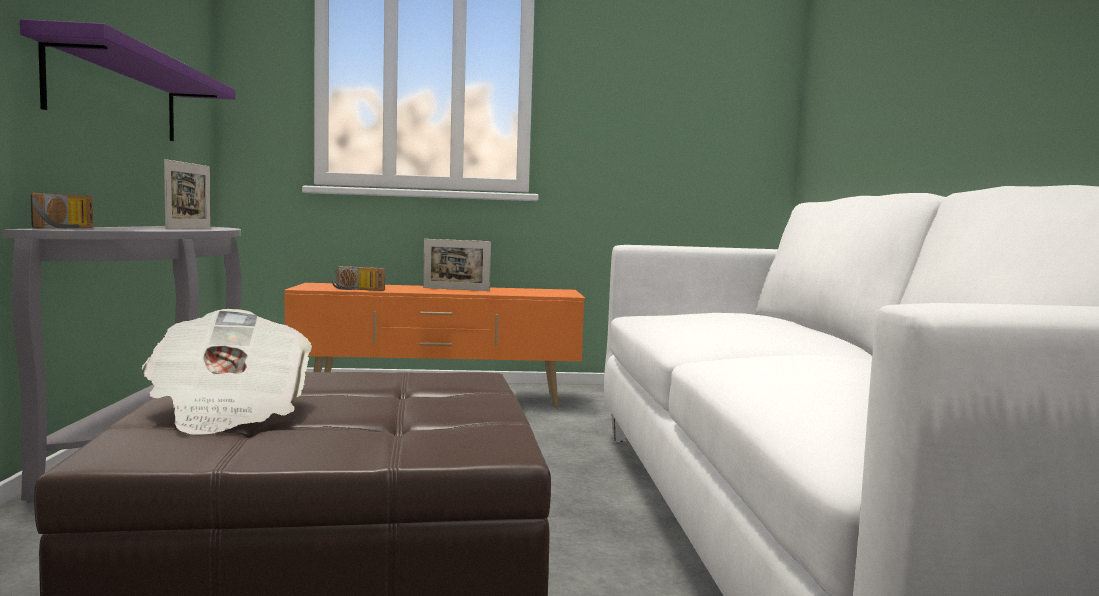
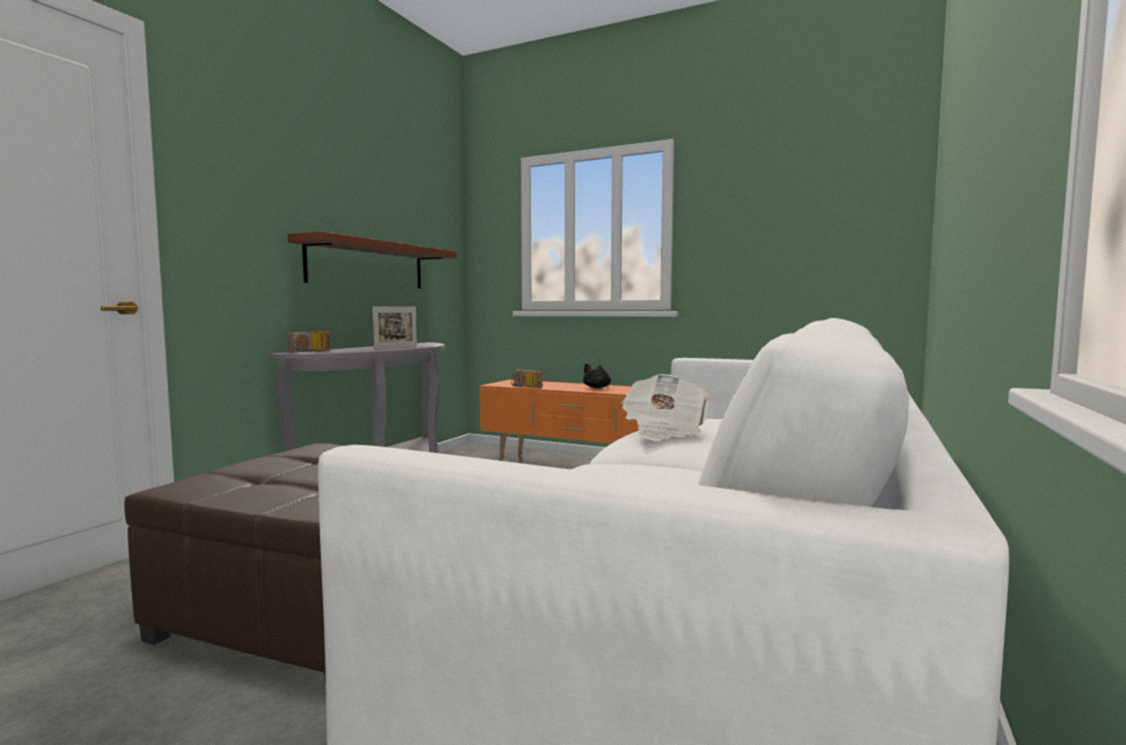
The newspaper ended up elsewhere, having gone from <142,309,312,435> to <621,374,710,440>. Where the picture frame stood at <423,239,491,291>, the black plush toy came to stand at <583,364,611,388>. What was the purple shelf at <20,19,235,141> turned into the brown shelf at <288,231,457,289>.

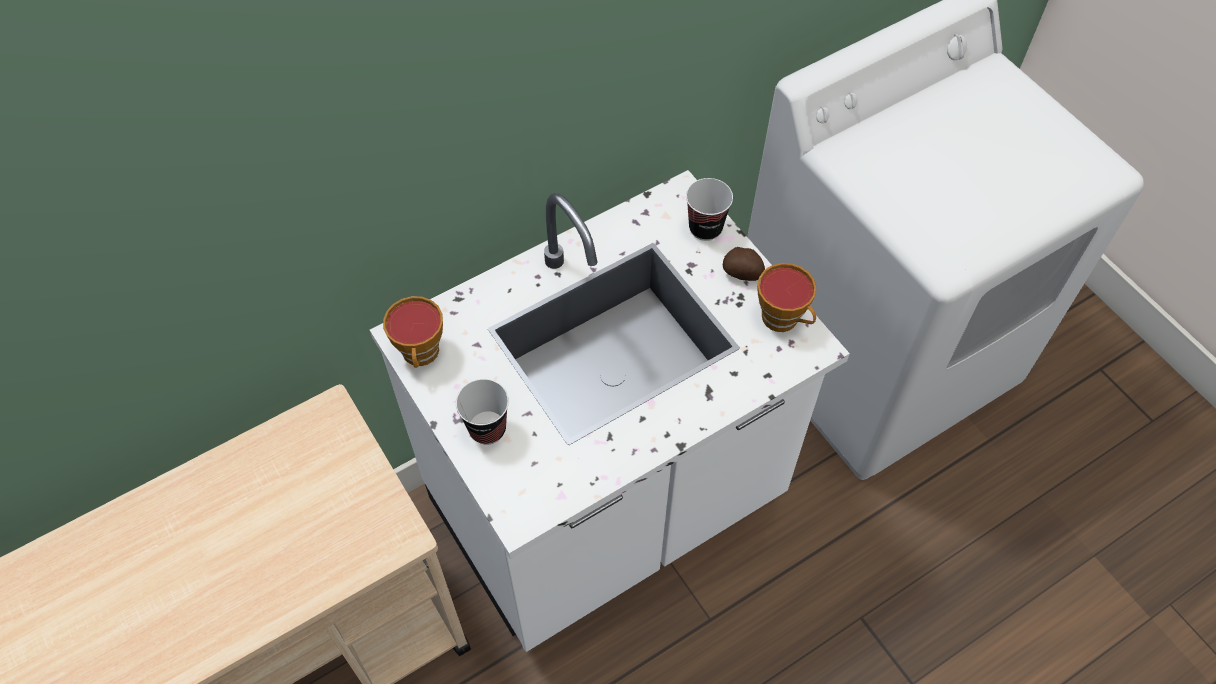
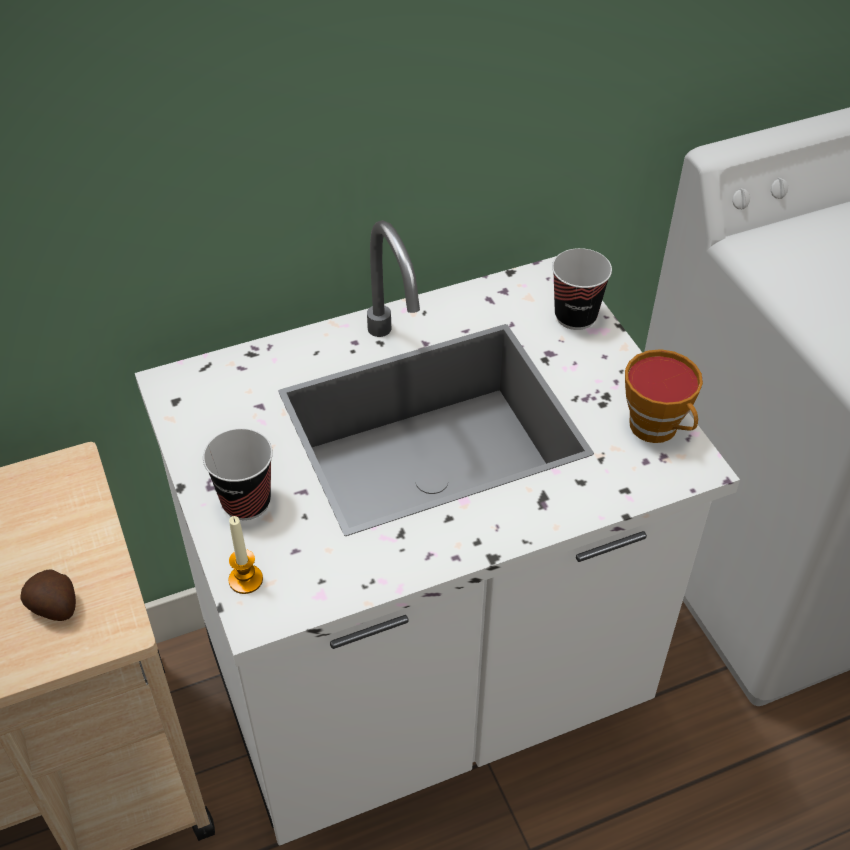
The second view lost the cup at <383,296,443,368>. The second view gained the candle at <229,516,263,594>. The potato ended up elsewhere, having gone from <723,247,765,281> to <21,569,76,621>.

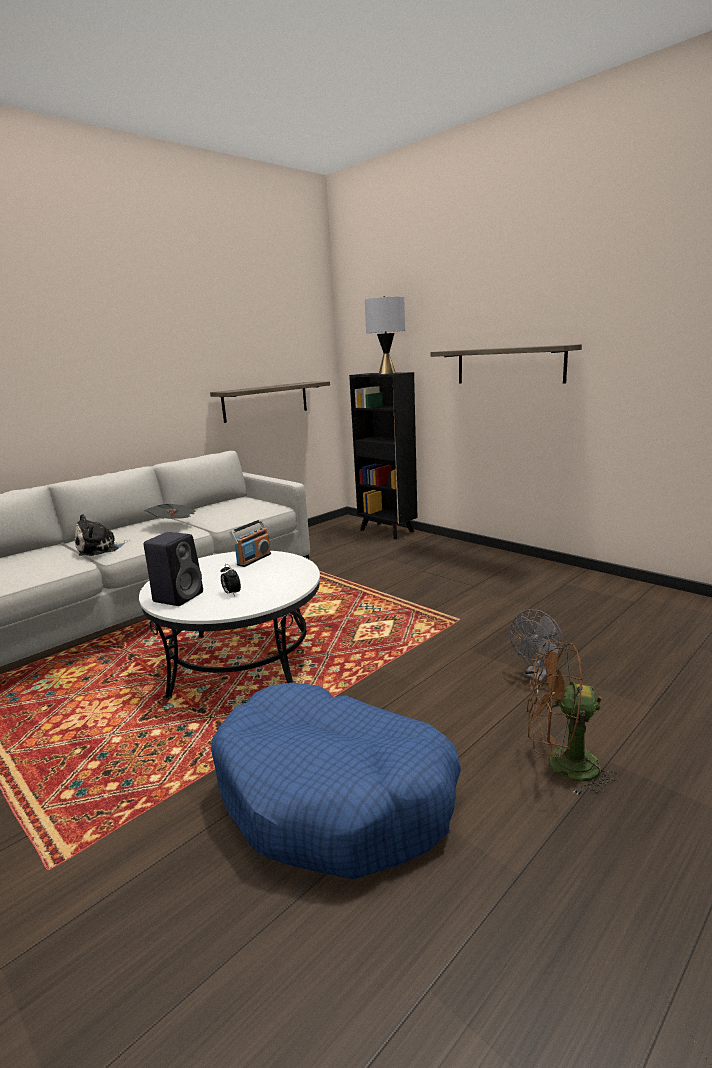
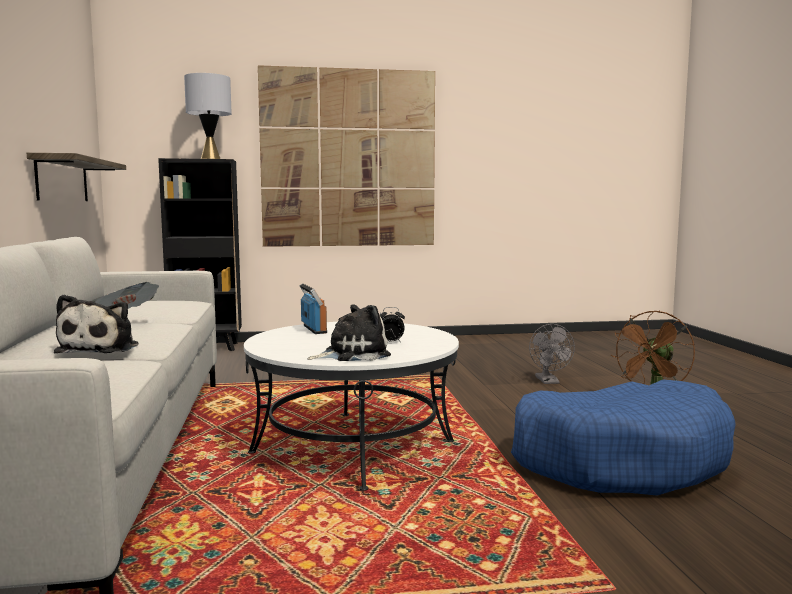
Where the black speaker stood at <143,532,203,606>, the plush toy came to stand at <307,304,391,361>. Where the shelf hung at <430,344,582,384>, the picture came to hang at <258,65,435,247>.

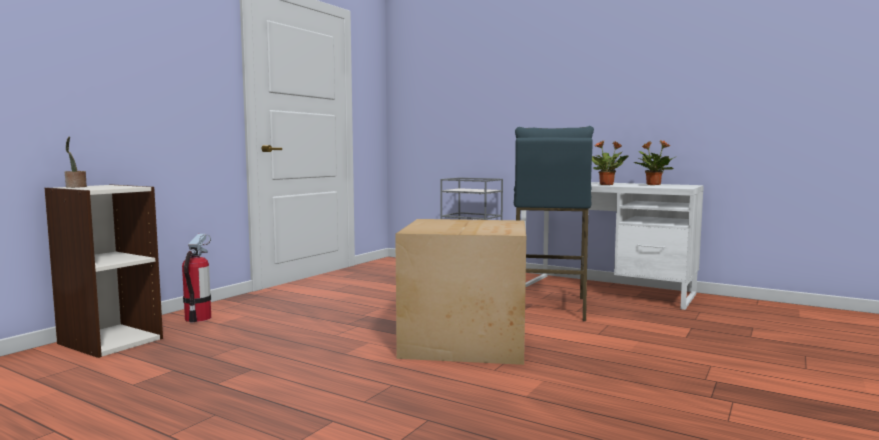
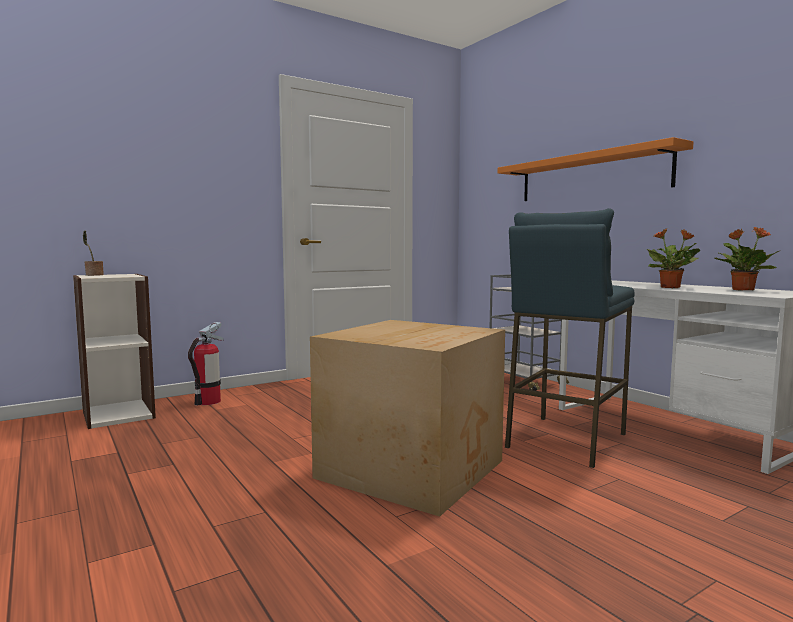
The second view gained the orange shelf at <498,137,694,201>.

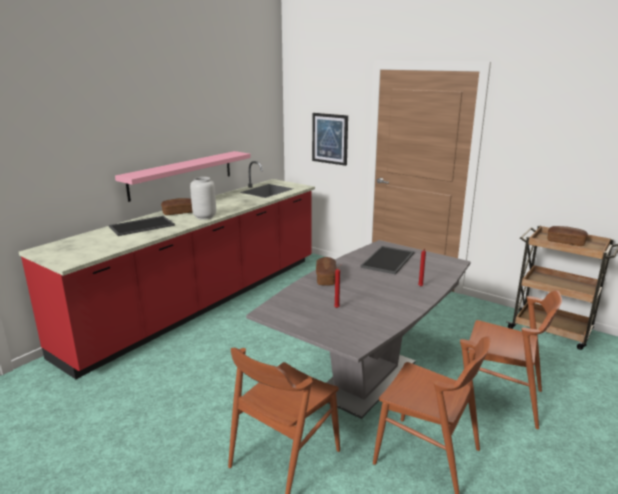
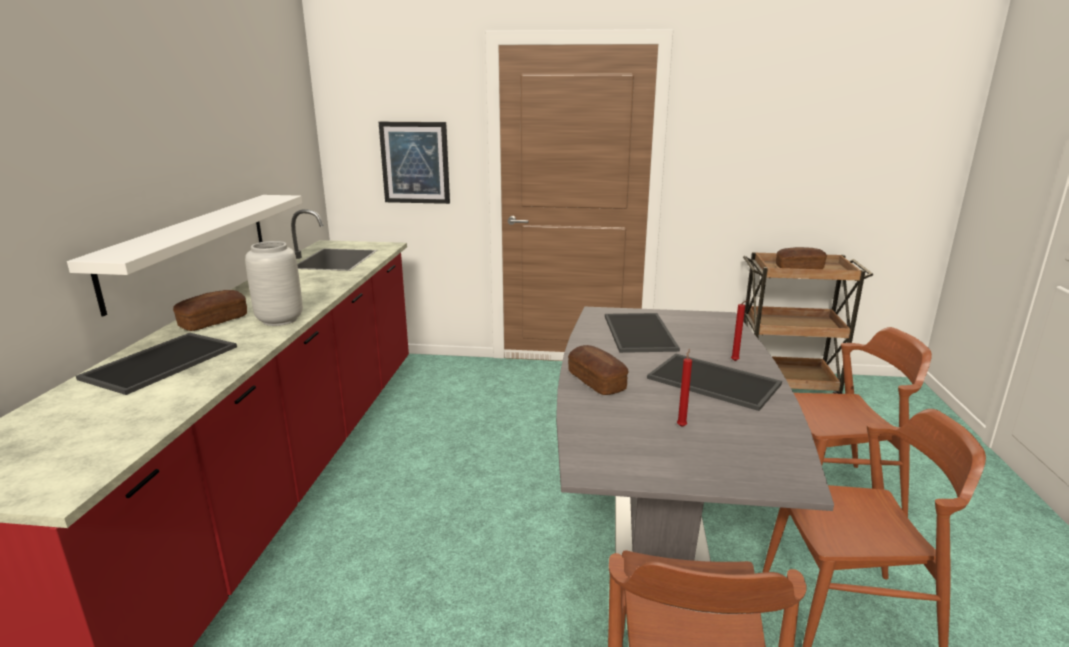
The second view gained the tray at <647,354,782,411>. What was the pink shelf at <115,151,251,202> turned into the white shelf at <67,195,302,316>.

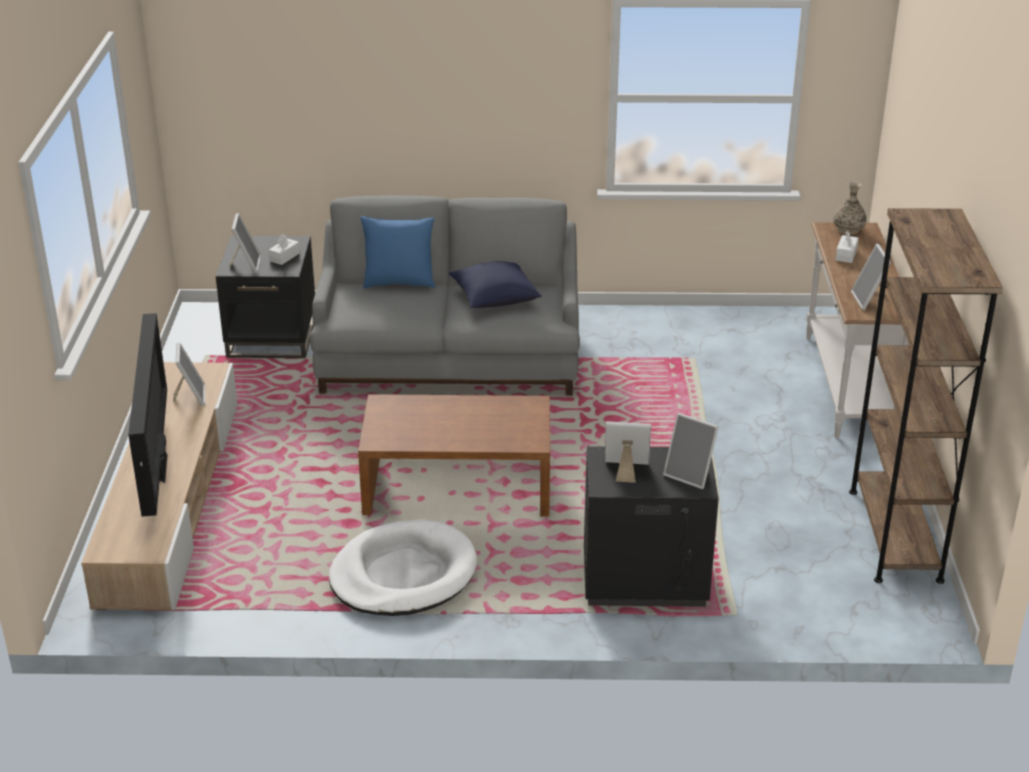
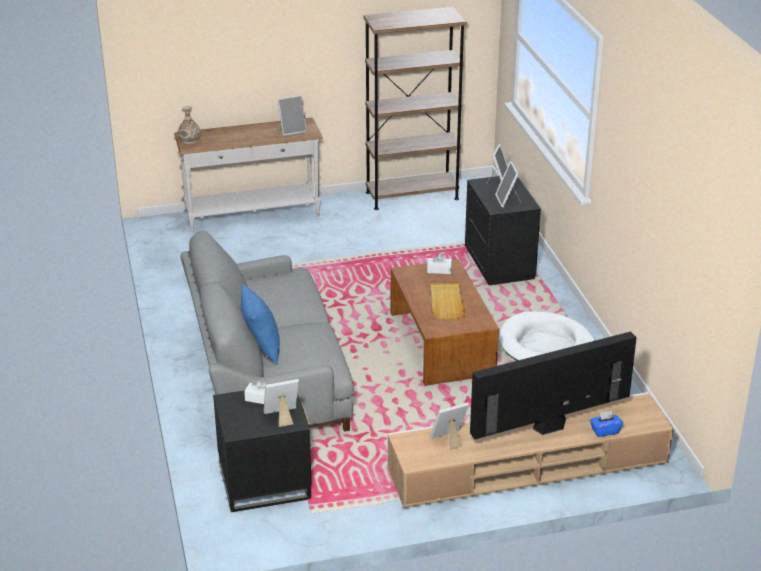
The second view lost the blue pillow at <449,261,542,308>. The second view gained the beige tray at <430,282,466,319>. The second view gained the blue tissue box at <590,411,623,437>. The white tissue box ended up elsewhere, having gone from <835,231,859,263> to <427,253,452,274>.

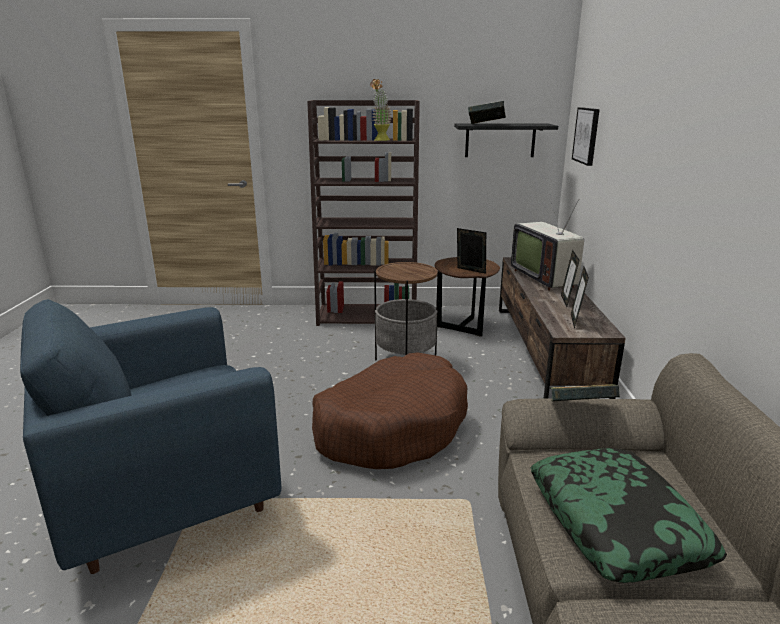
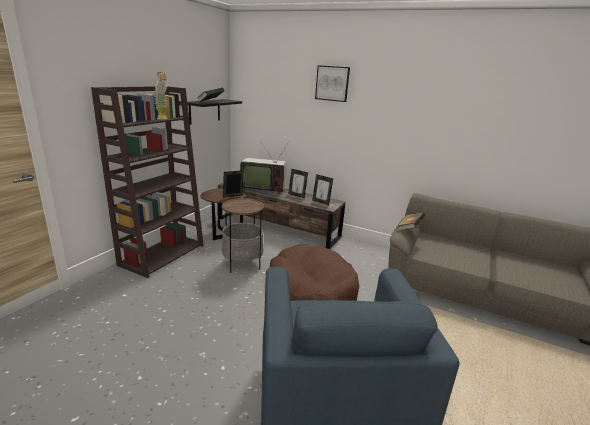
The second view lost the pillow at <530,448,727,583>. The picture ended up elsewhere, having gone from <572,107,600,166> to <315,65,350,102>.

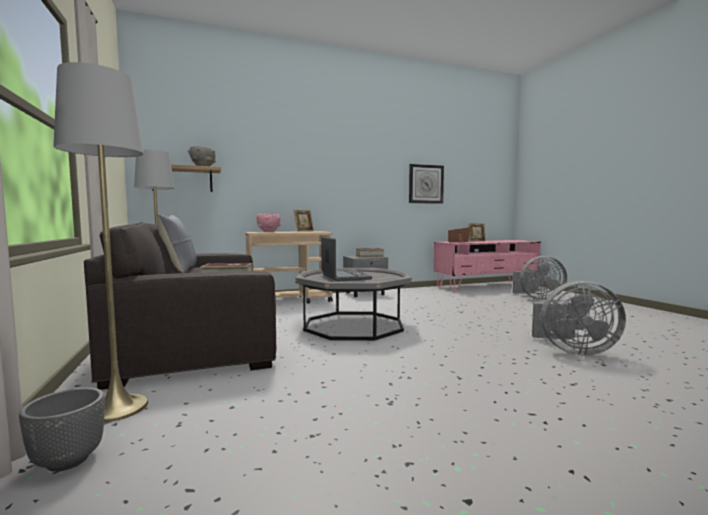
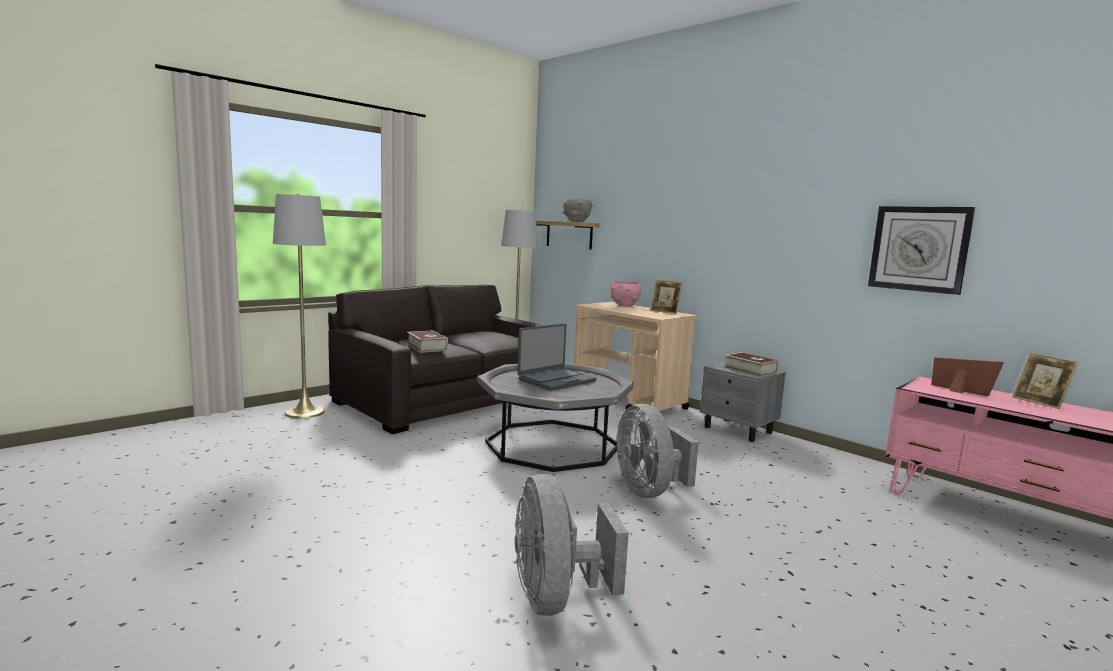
The second view lost the grey planter at <19,387,105,472>. The second view lost the grey pillow at <157,214,197,273>. The grey fan ended up elsewhere, having gone from <513,256,567,300> to <617,404,699,498>.

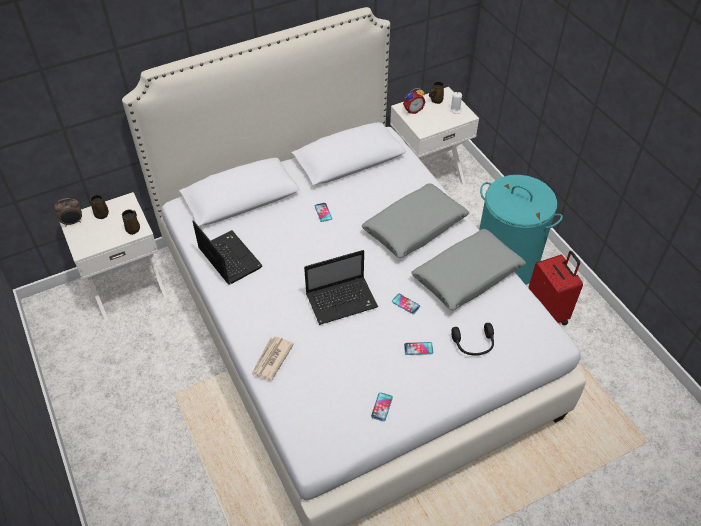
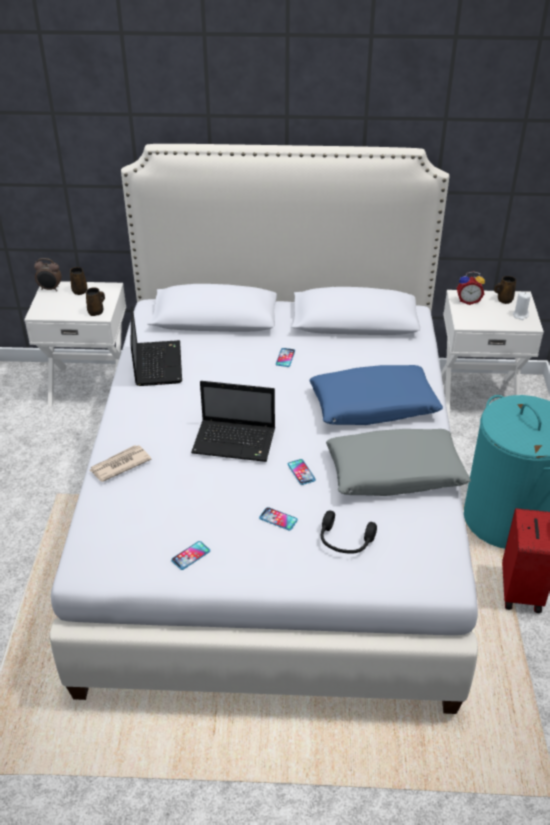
What was the grey pillow at <362,183,469,258> turned into the blue pillow at <309,365,443,425>.

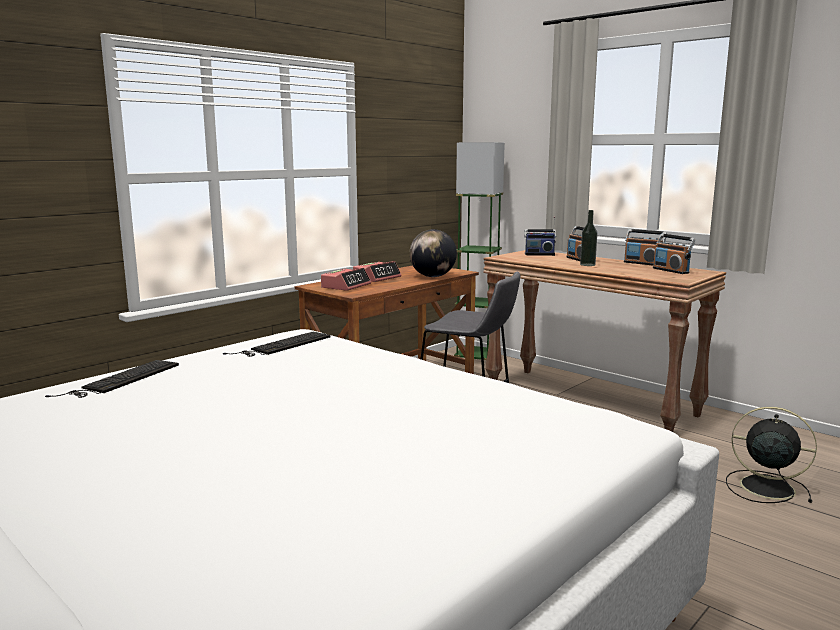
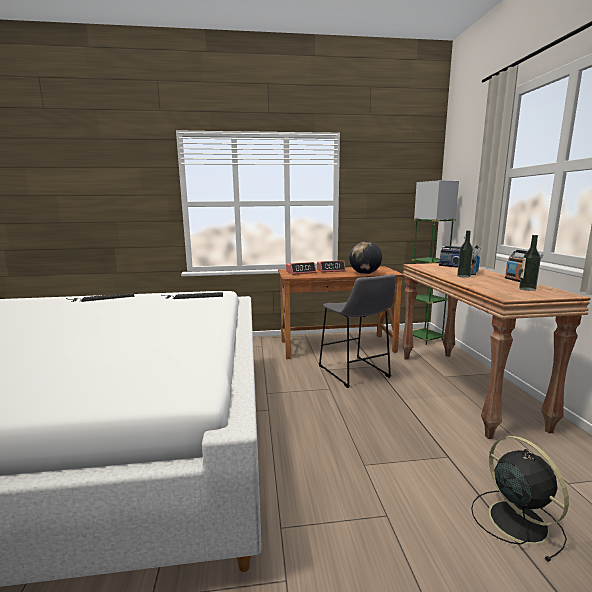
Where the radio stood at <653,234,696,274>, the bottle came to stand at <519,235,541,291>.

